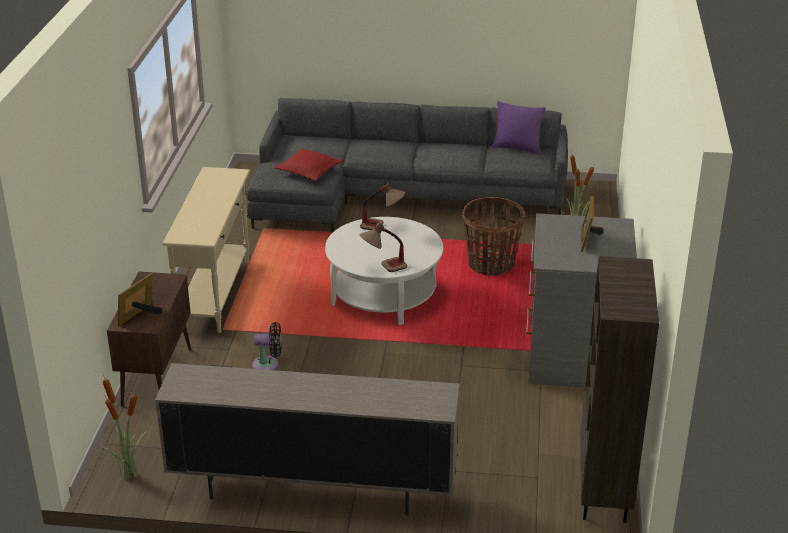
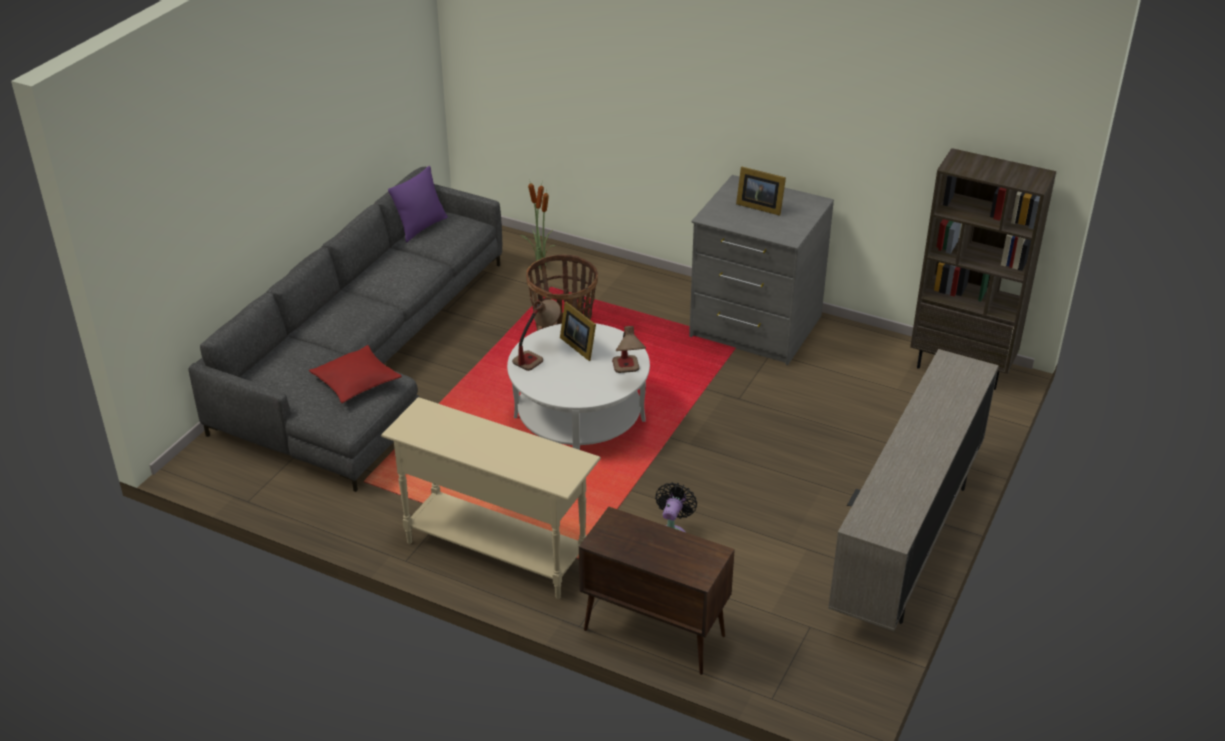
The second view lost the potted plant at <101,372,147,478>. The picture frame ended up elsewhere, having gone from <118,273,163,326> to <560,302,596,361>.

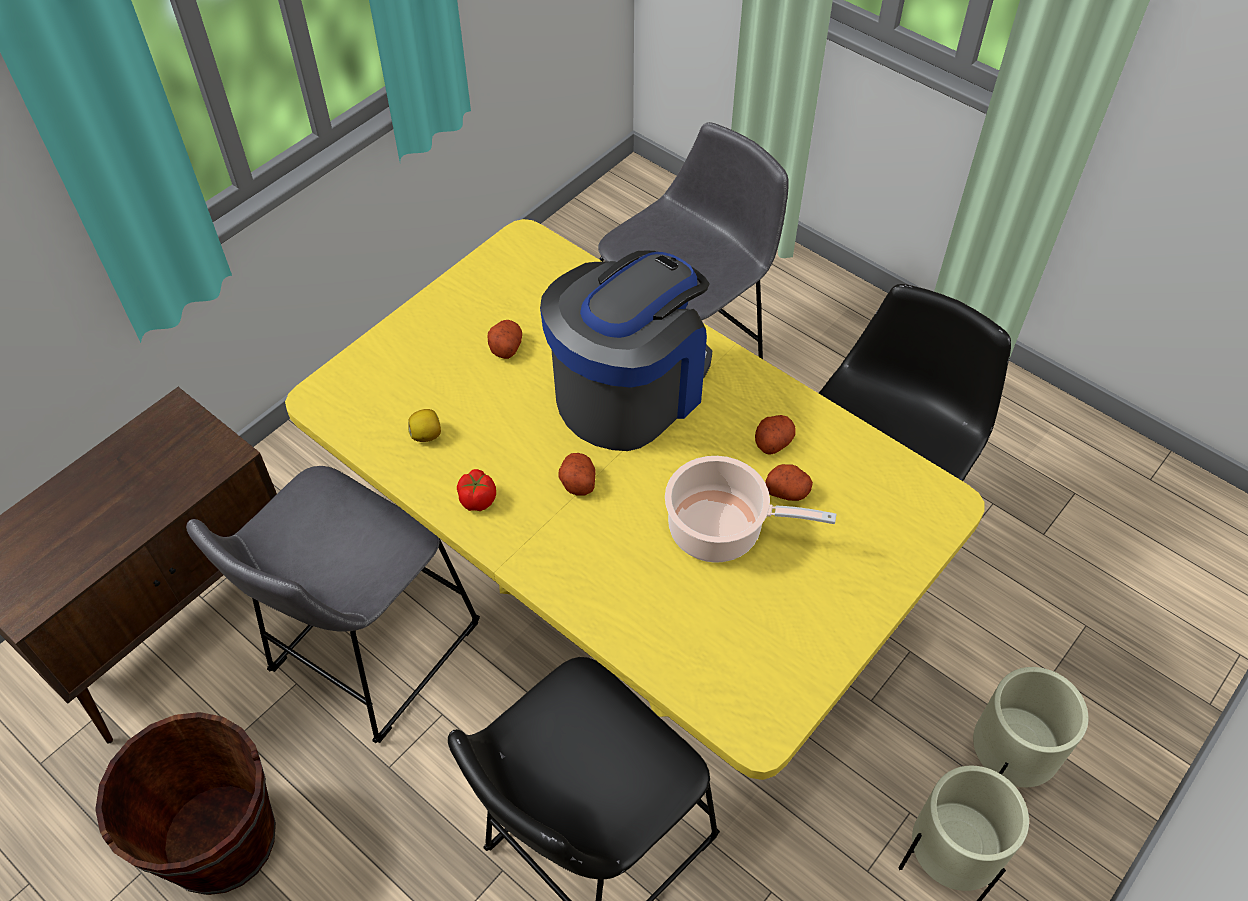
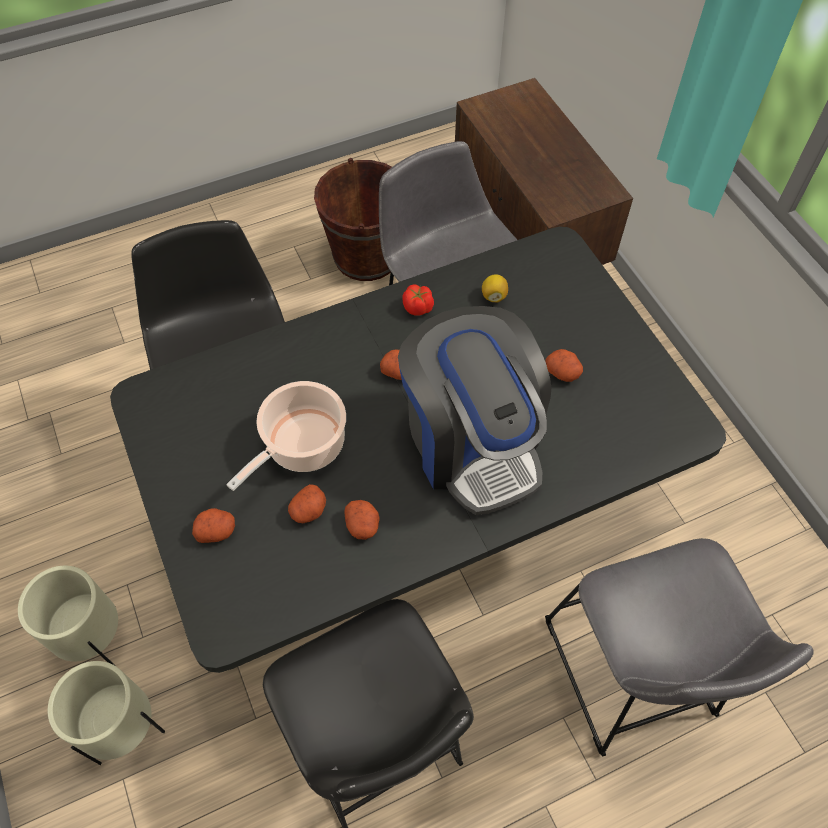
The second view gained the potato at <192,508,235,543>. What was the yellow dining table at <285,219,985,780> turned into the black dining table at <110,227,726,673>.

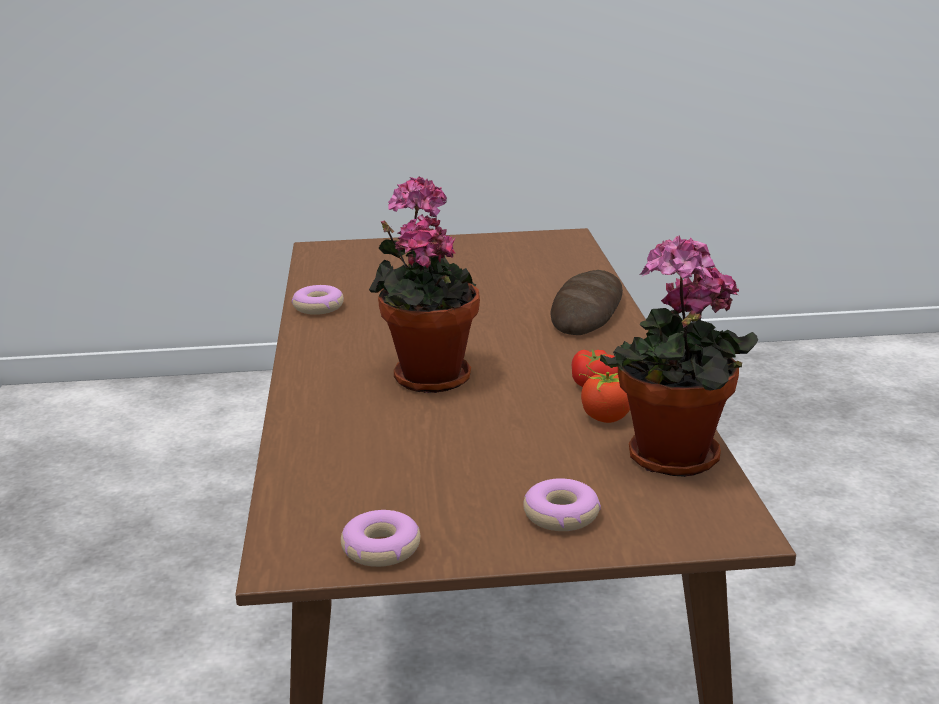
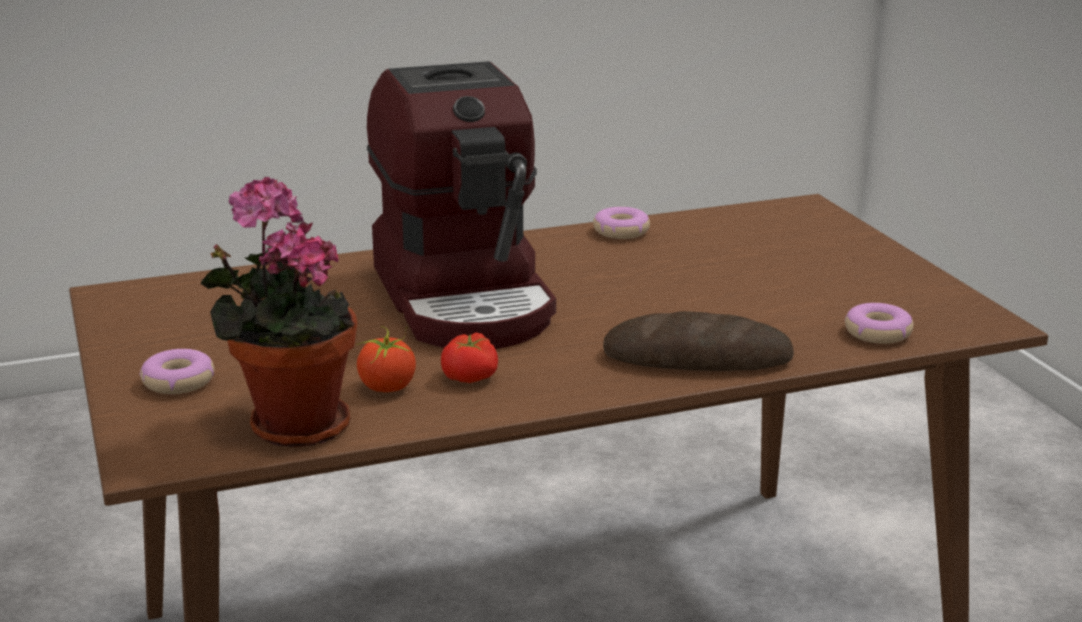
The donut ended up elsewhere, having gone from <341,510,420,567> to <845,303,914,344>. Where the potted plant stood at <369,177,480,393>, the coffee machine came to stand at <367,61,556,349>.

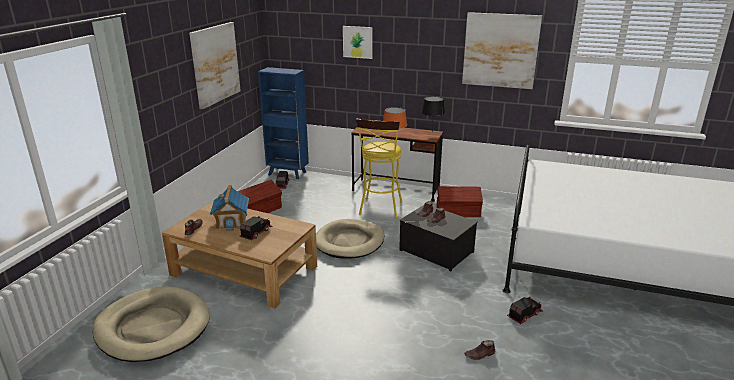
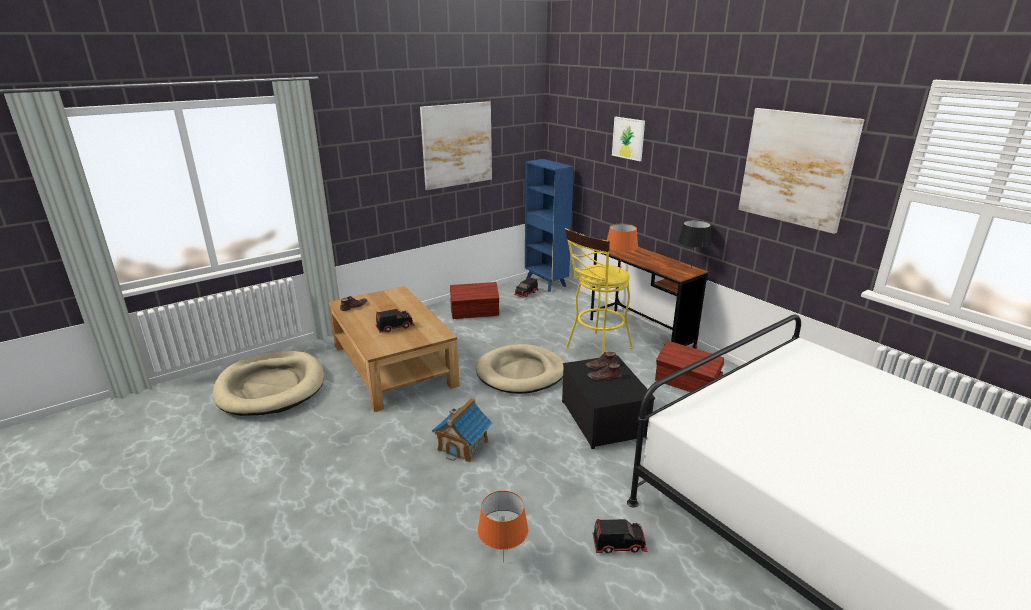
The toy house ended up elsewhere, having gone from <210,185,249,231> to <432,398,493,462>. Where the brown shoe stood at <464,340,495,360>, the orange table lamp came to stand at <478,490,528,563>.

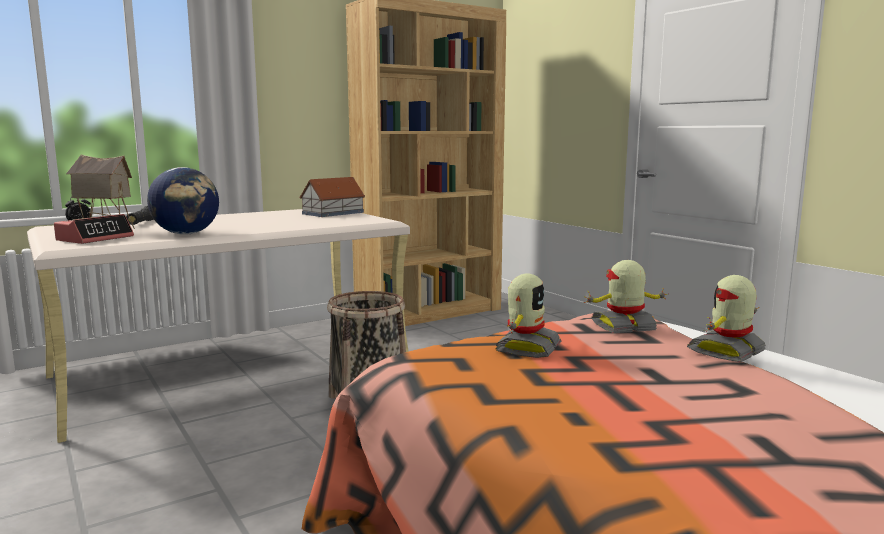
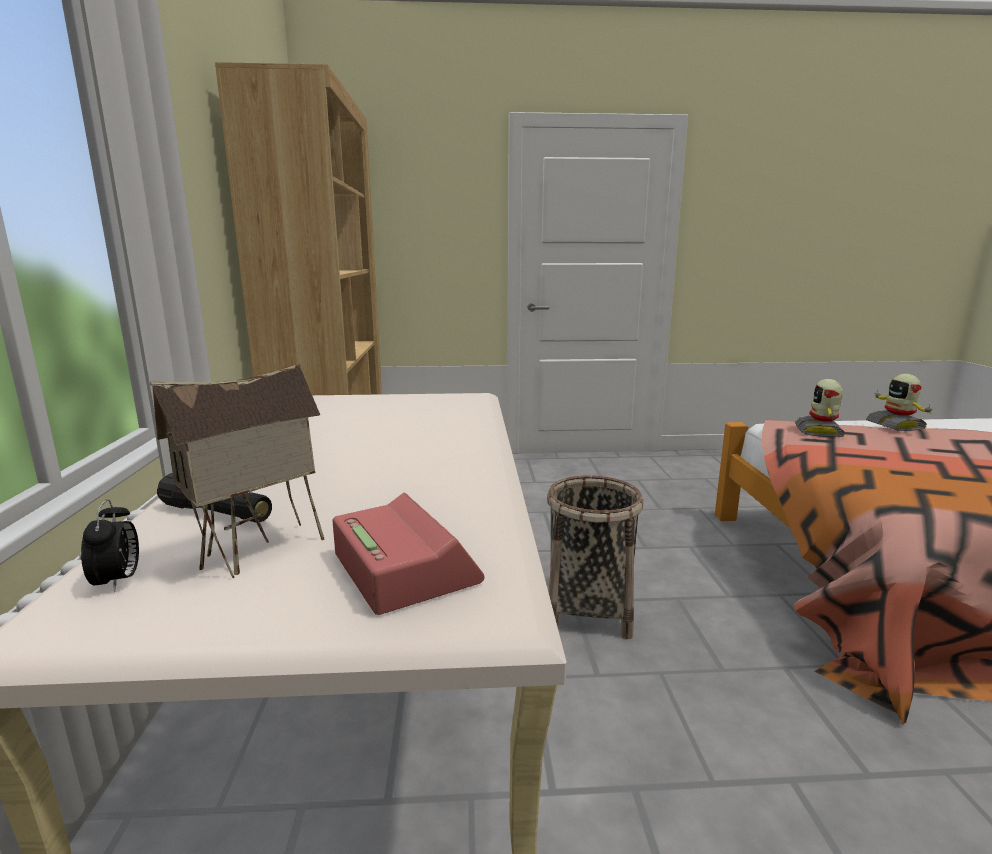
The second view lost the globe at <147,167,219,235>. The second view lost the toy house at <299,177,365,217>. The second view lost the toy robot at <496,273,561,358>.

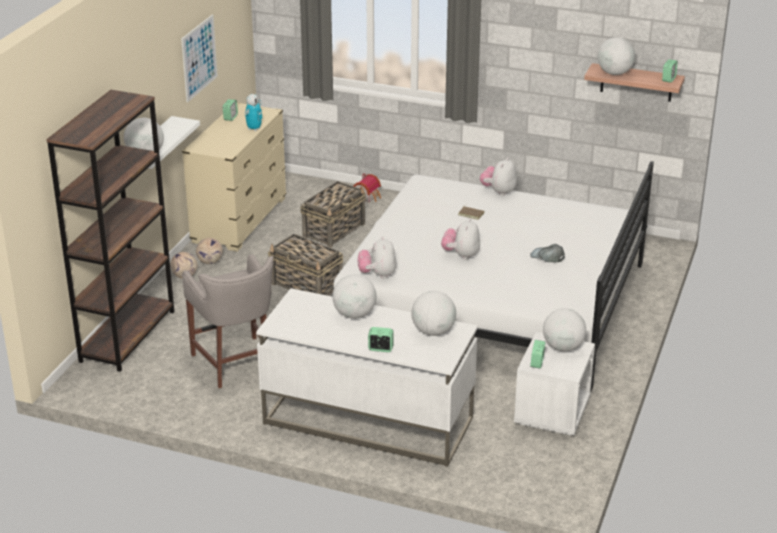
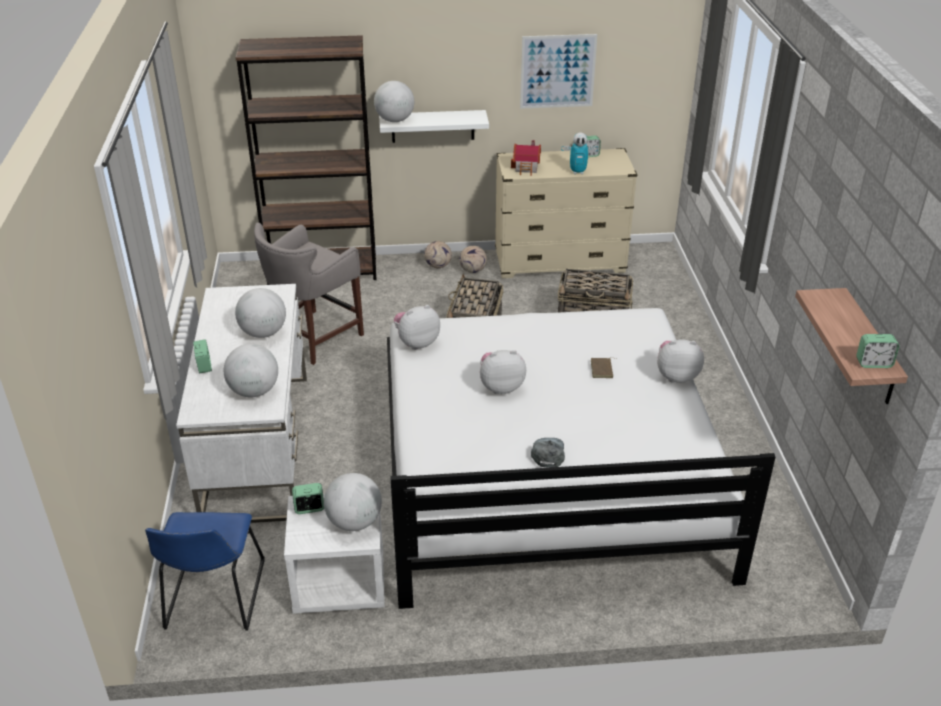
The second view lost the globe at <598,37,635,75>. The second view gained the blue chair at <145,512,265,631>. The toy house ended up elsewhere, having gone from <353,173,381,203> to <511,140,541,176>.

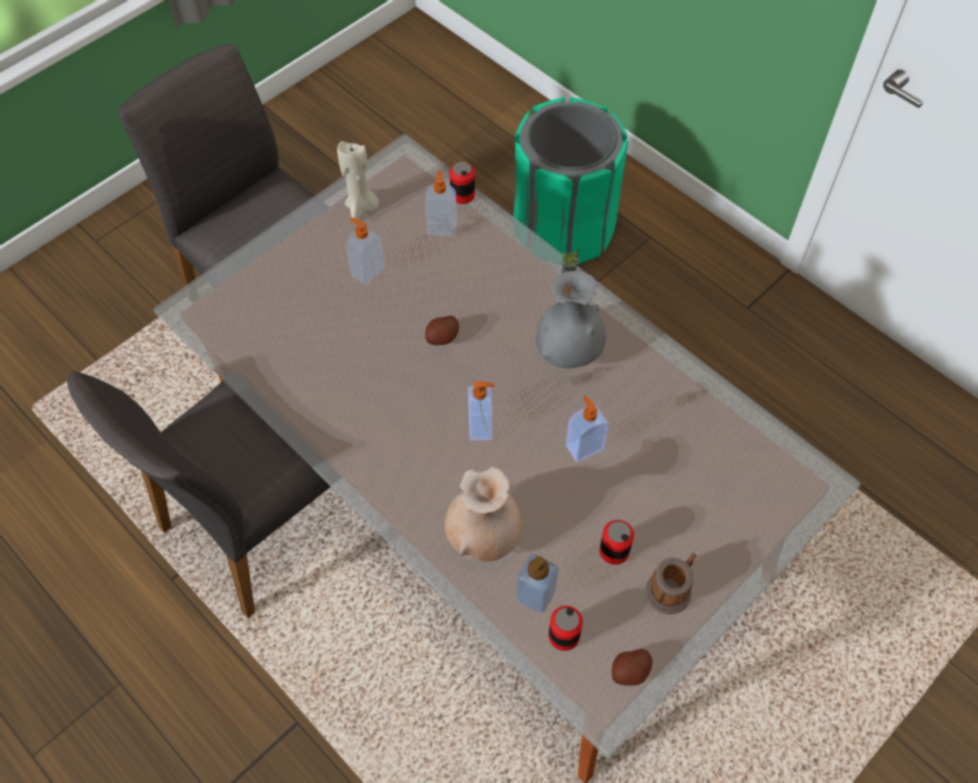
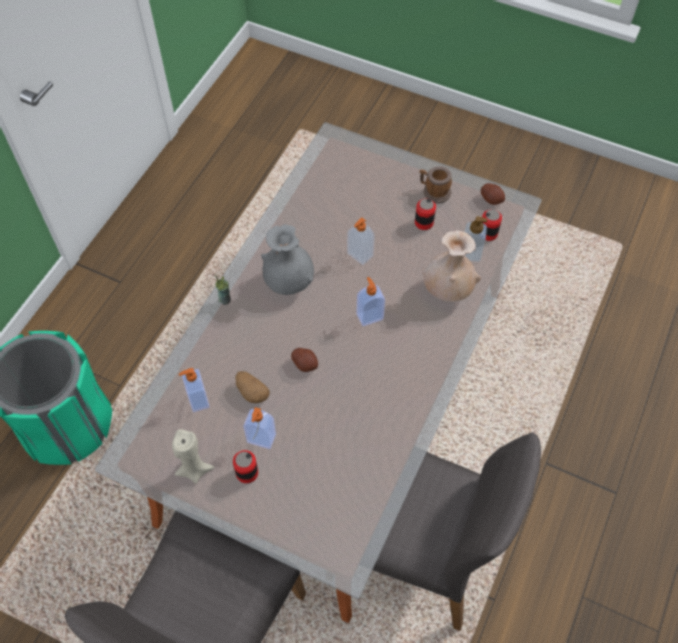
The second view gained the potato at <235,371,270,403>. The can ended up elsewhere, having gone from <449,162,475,204> to <233,450,258,483>.

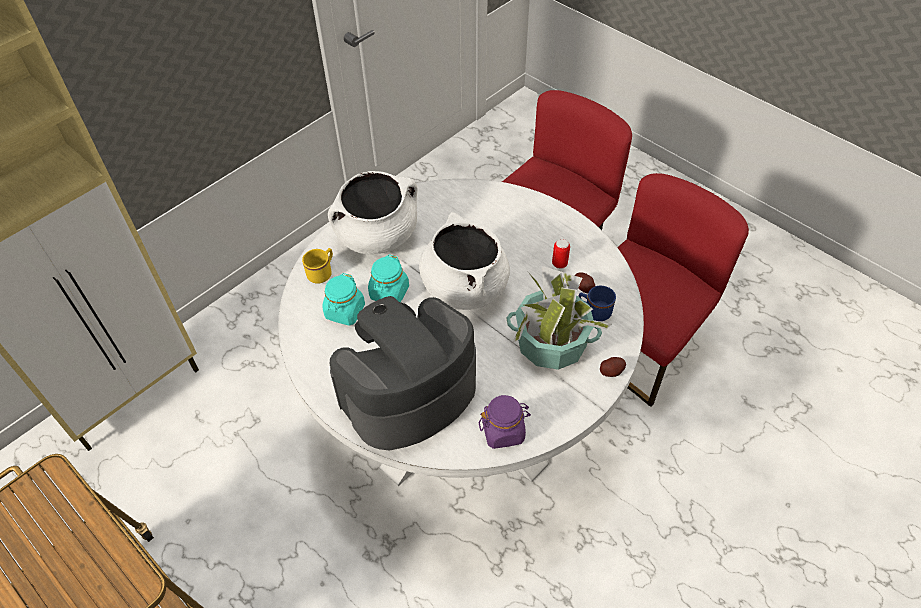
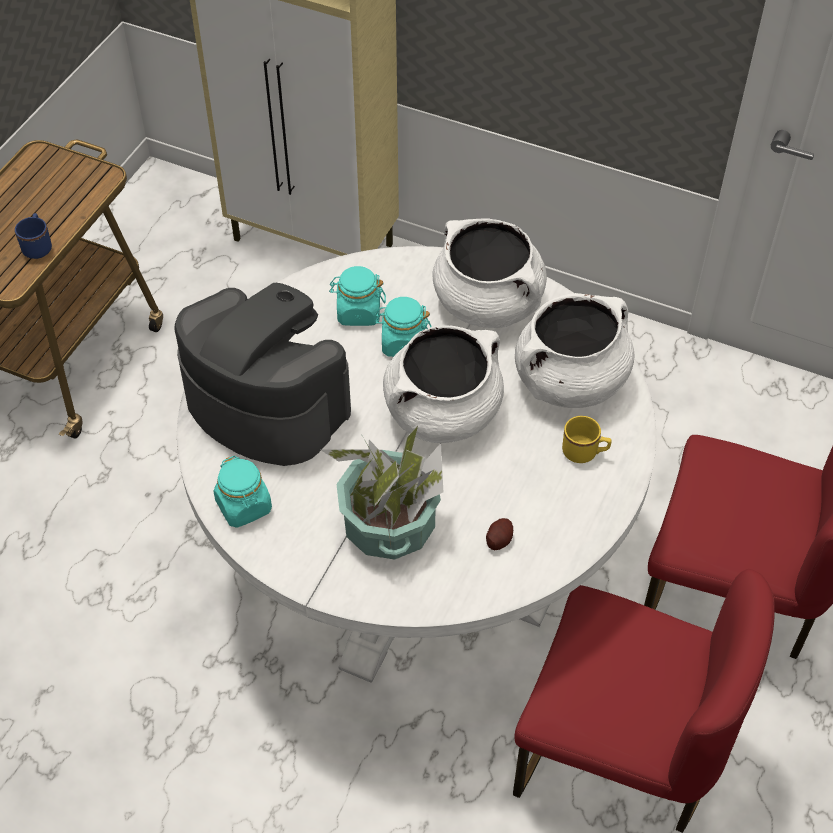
The second view lost the can at <552,239,570,269>. The second view lost the potato at <600,357,626,377>. The second view gained the white cooking pot at <515,293,635,408>. The yellow mug ended up elsewhere, having gone from <302,248,333,283> to <562,416,612,463>. The blue mug ended up elsewhere, having gone from <578,286,616,321> to <15,213,52,259>. What was the purple jar at <479,395,531,449> turned into the turquoise jar at <214,456,272,528>.

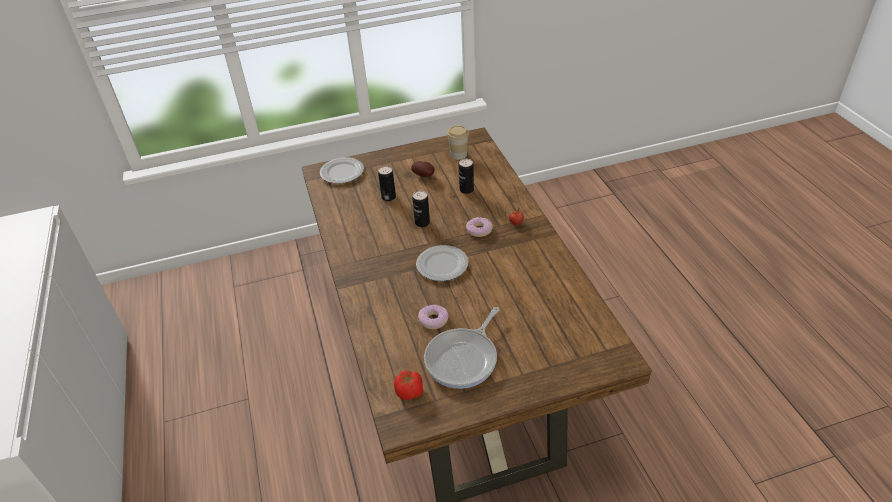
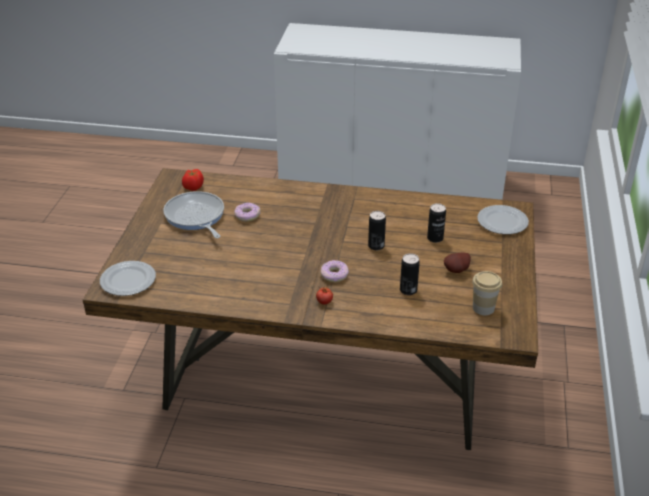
The plate ended up elsewhere, having gone from <416,245,468,281> to <100,261,156,296>.

